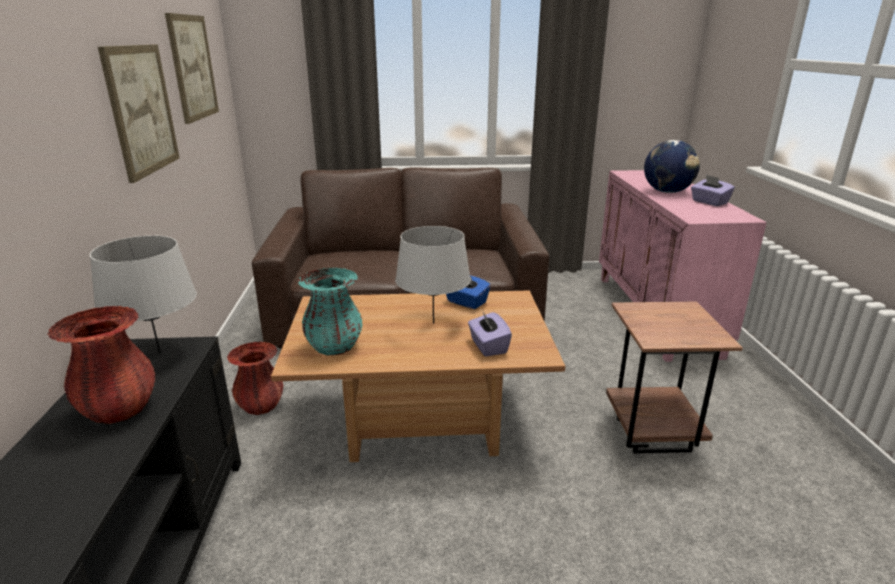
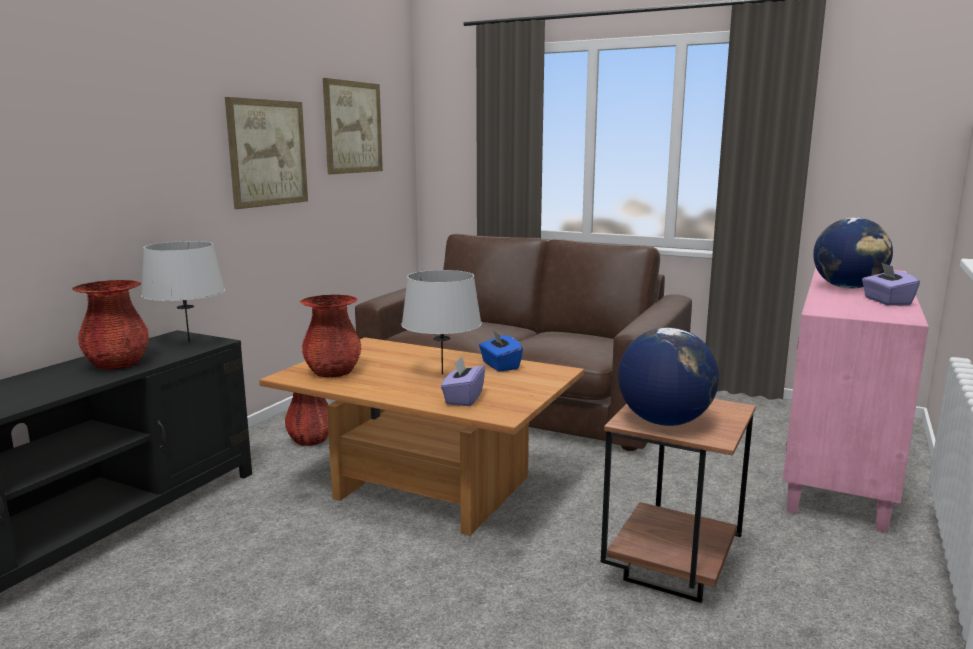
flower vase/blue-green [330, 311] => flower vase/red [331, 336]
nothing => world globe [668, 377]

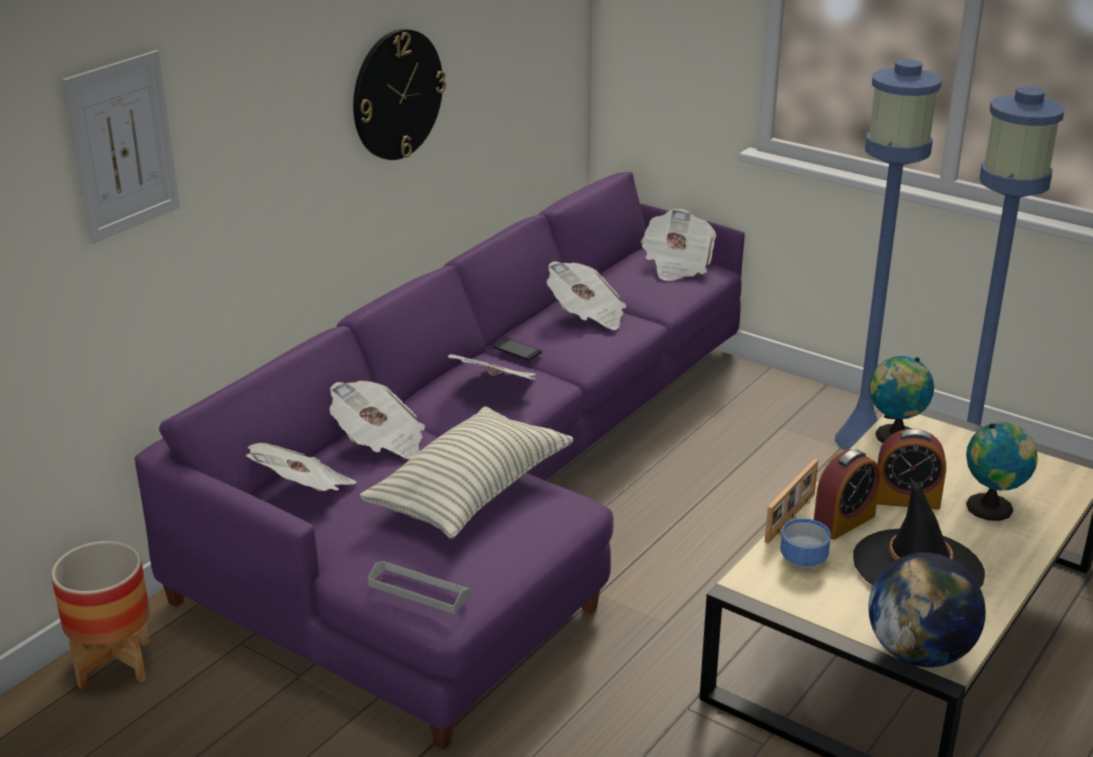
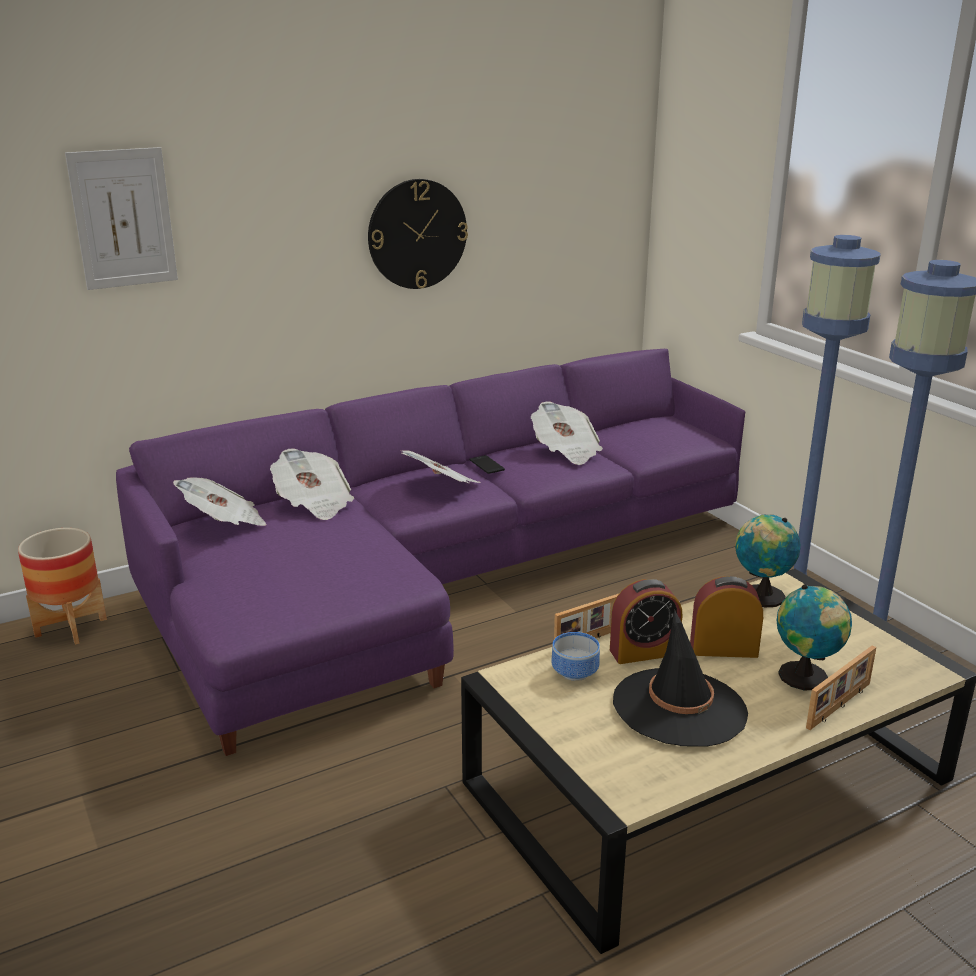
alarm clock [911, 469] => alarm clock [726, 617], 150 degrees clockwise
nothing => photo frame [841, 687]
throw pillow [466, 472] => nothing
tray/greyish [419, 587] => nothing
daily paper [678, 245] => nothing
world globe [927, 610] => nothing

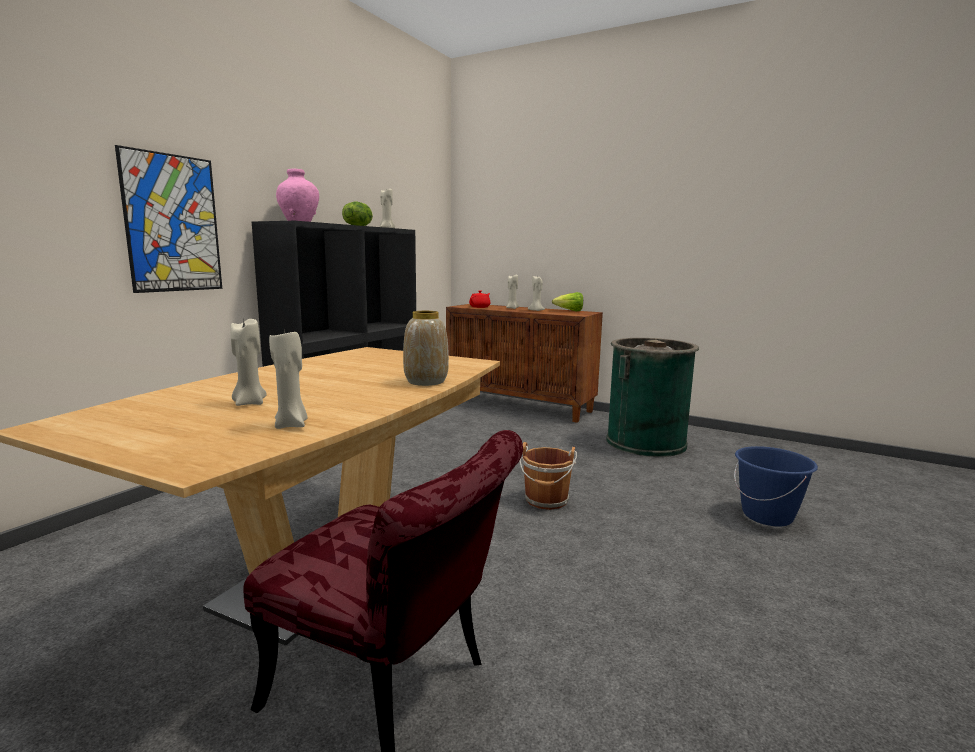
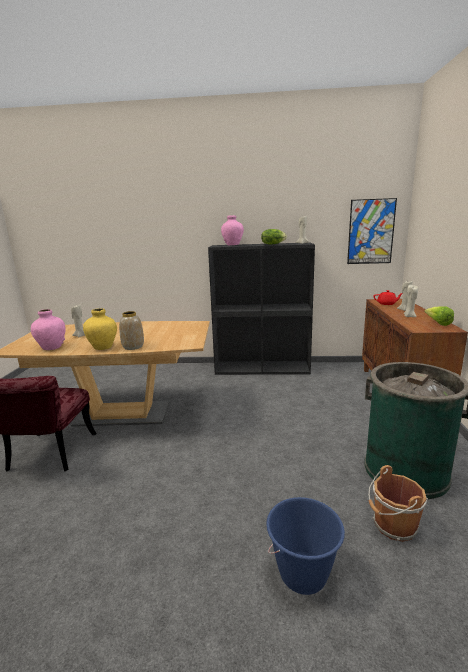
candle/beige-coloured [288, 379] => flower vase/pink [48, 329]
nothing => flower vase/yellow [100, 329]
picture [168, 219] => picture [372, 231], shifted
pail/brown [548, 476] => pail/brown [398, 503], shifted

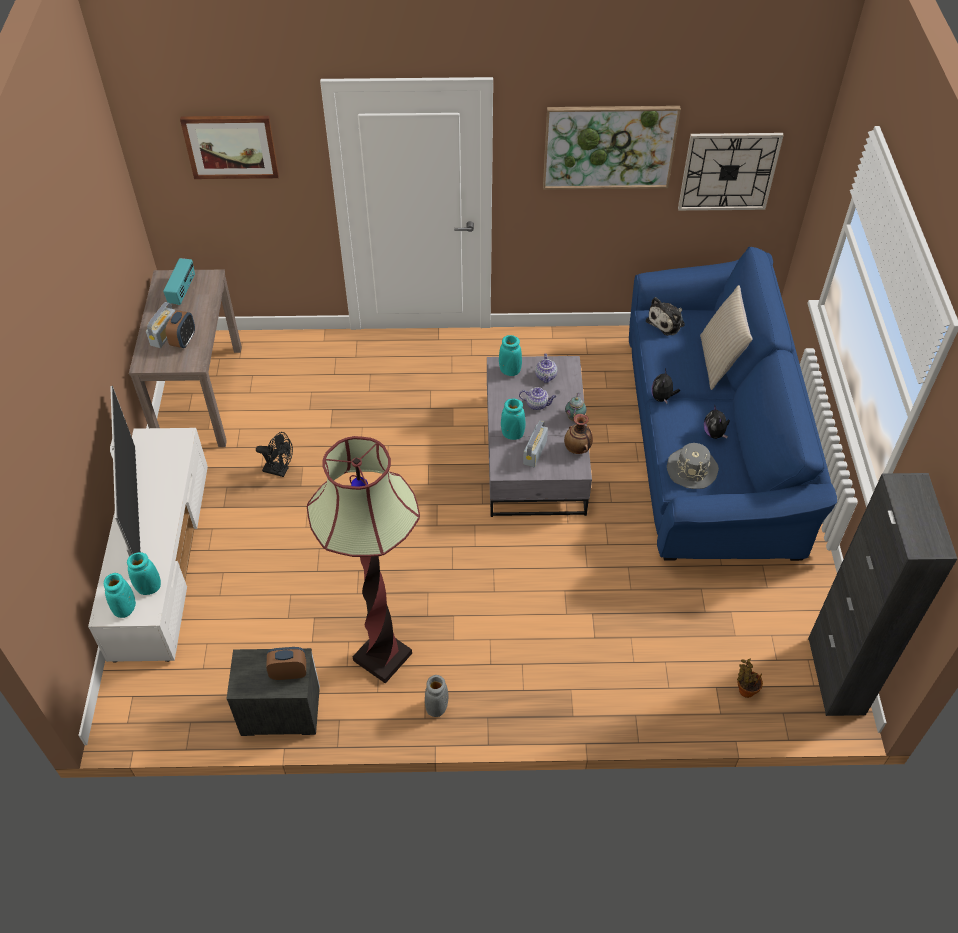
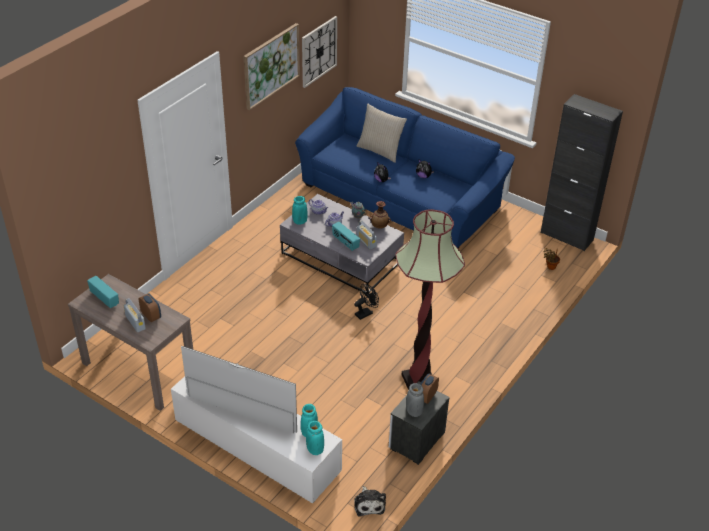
flower vase/blue-green [513, 419] => radio [346, 236]
fan/black [274, 454] => fan/black [366, 302], shifted
soft toy [665, 316] => soft toy [370, 501], shifted
flower vase/greyish [436, 696] => flower vase/greyish [415, 400], shifted
picture [229, 147] => nothing
wearable hat/greyish [693, 466] => nothing

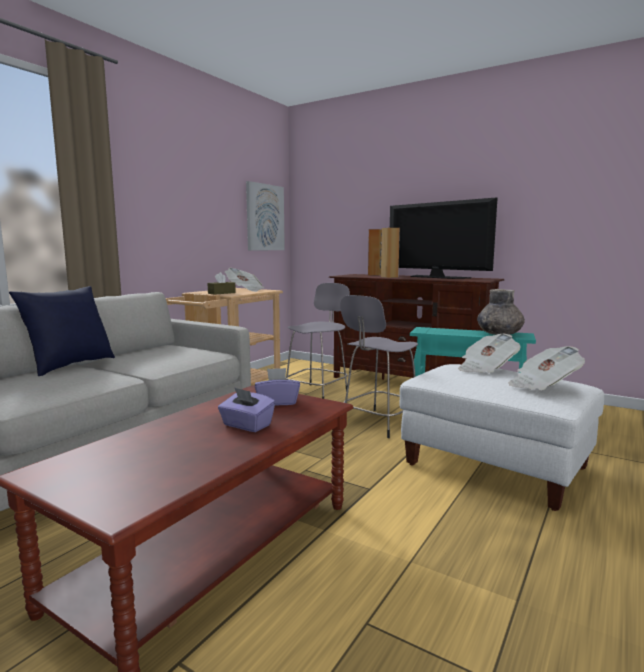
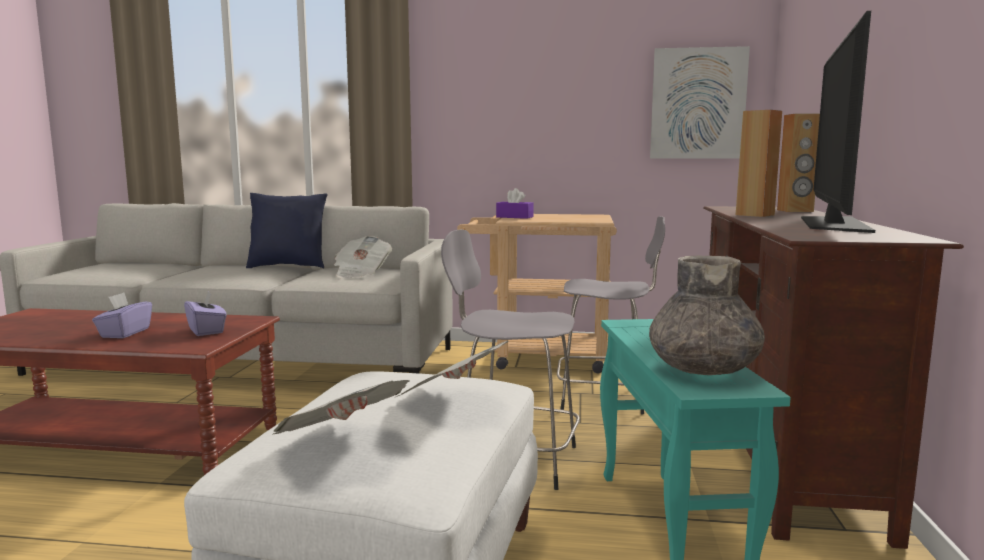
daily paper [244, 280] => daily paper [363, 257], shifted
tissue holder/brown [222, 283] => tissue holder/purplish [515, 203]

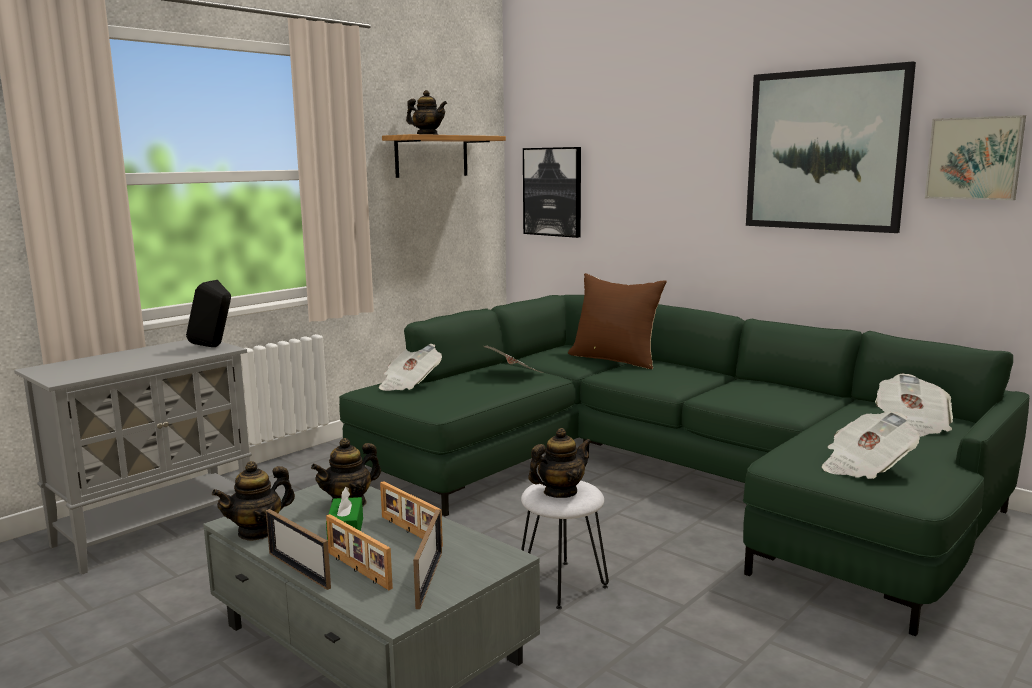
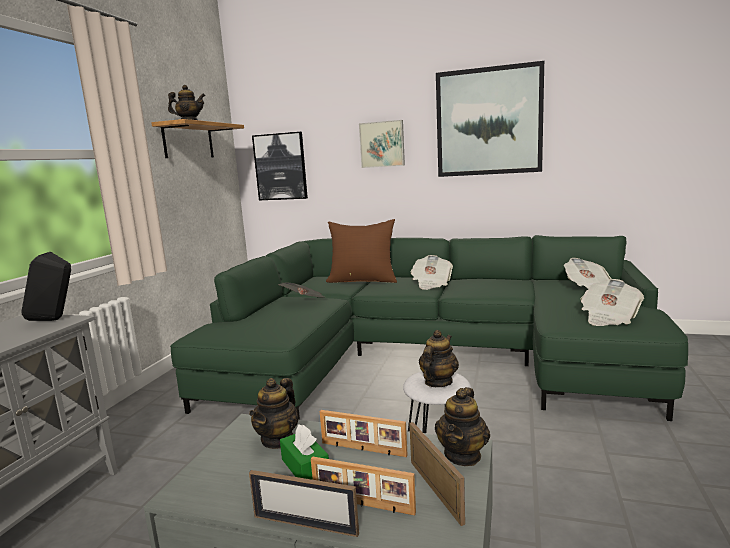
picture [975, 157] => picture [382, 144], shifted
daily paper [410, 367] => daily paper [431, 272], shifted
tea pot [253, 501] => tea pot [462, 426], shifted

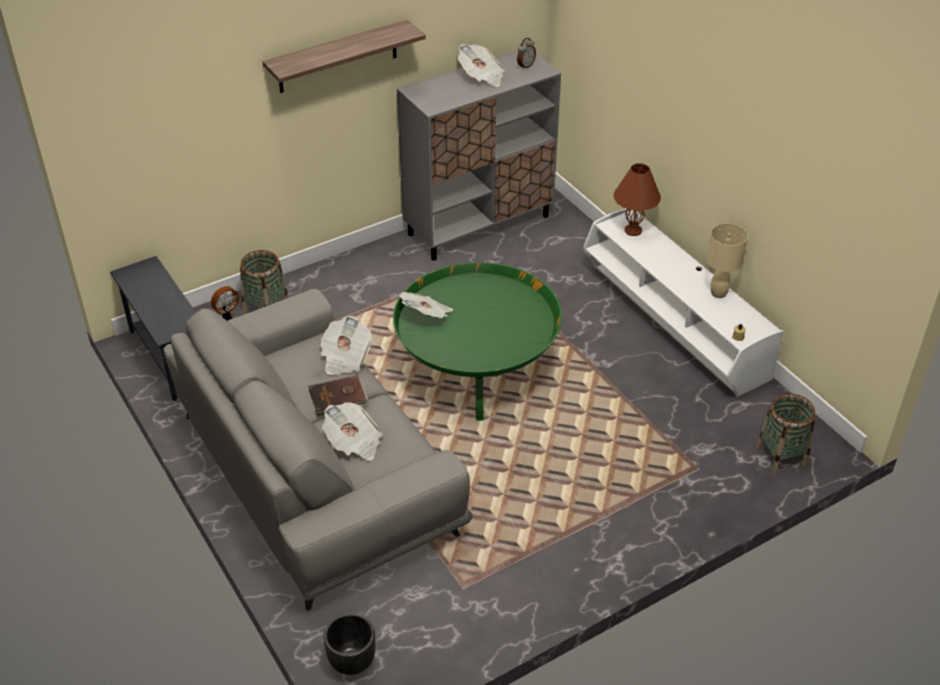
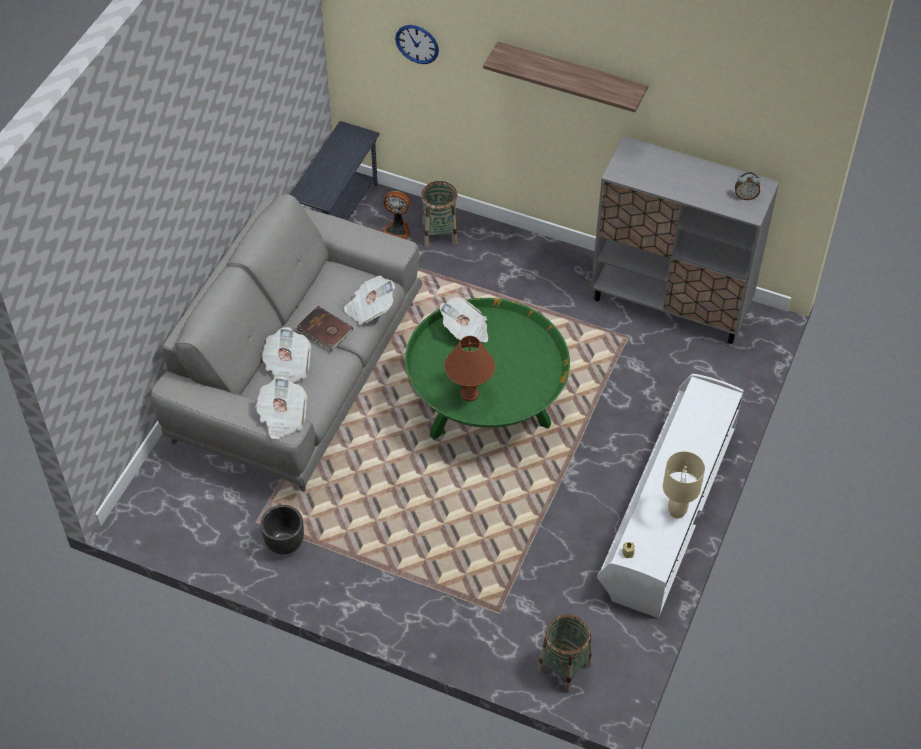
daily paper [481, 65] => daily paper [281, 408], shifted
plant pot/black [349, 644] => plant pot/black [282, 530], shifted
nothing => clock on the wall [417, 44]
table lamp/brown [637, 199] => table lamp/brown [469, 368], shifted

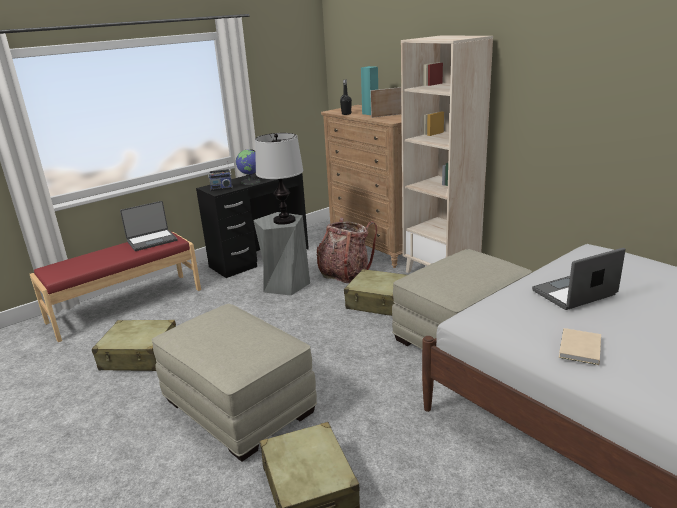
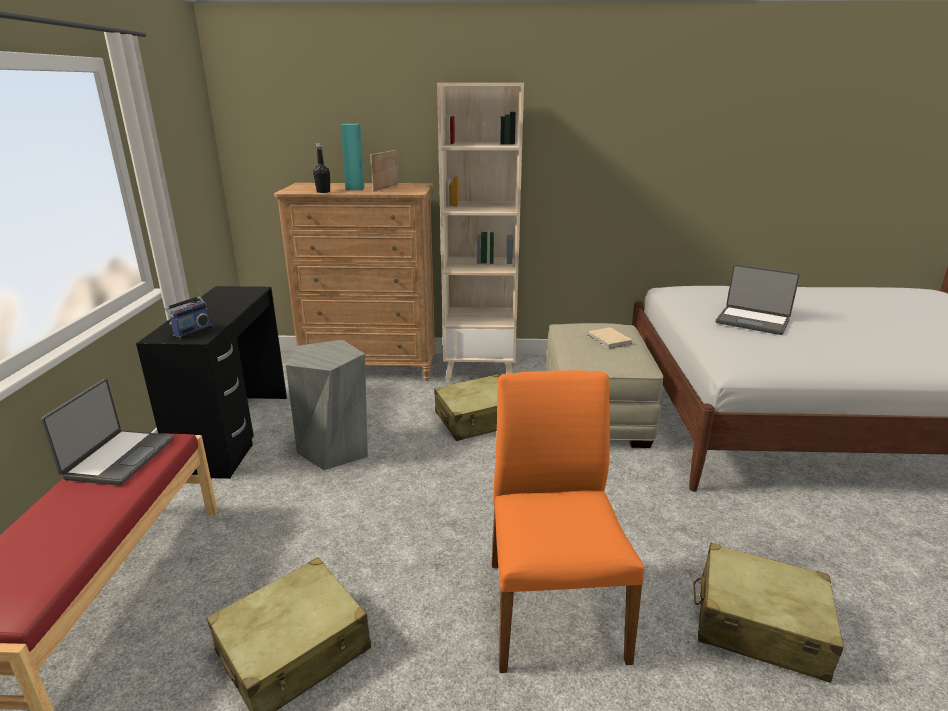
pouffe/beige-coloured [234, 383] => upright chair/orange [568, 521]
bound book/beige-coloured [580, 346] => bound book/beige-coloured [609, 338], shifted
portable computer [578, 279] => portable computer [758, 299], 75 degrees counterclockwise
world globe [248, 167] => nothing
table lamp [279, 179] => nothing
backpack [347, 250] => nothing

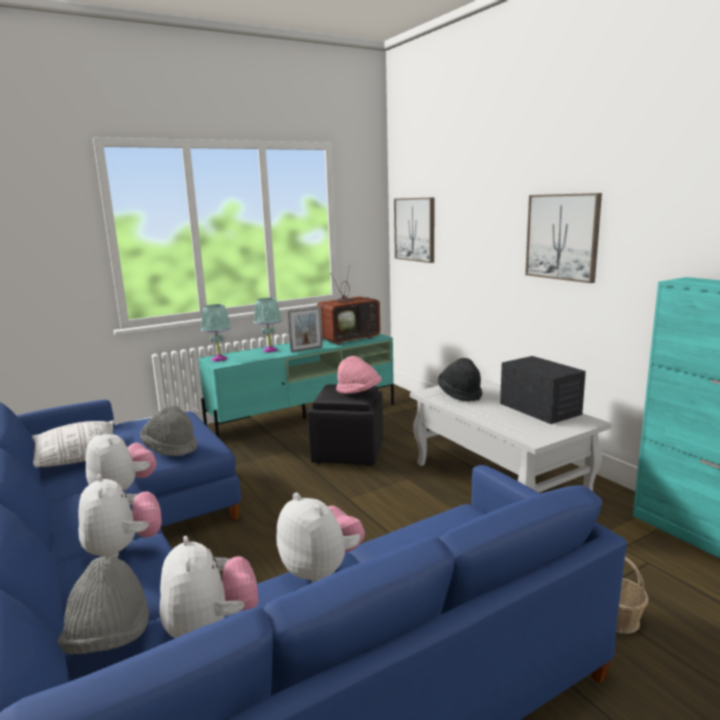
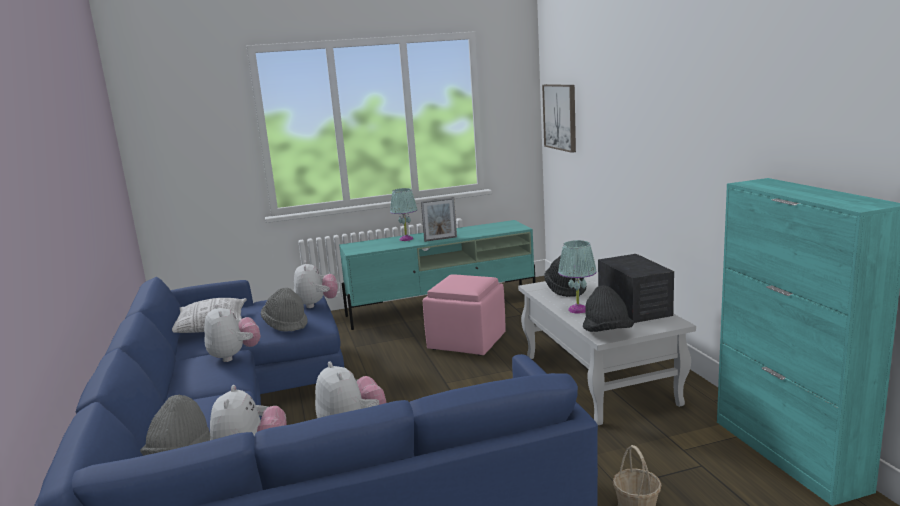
soft toy [120, 516] => soft toy [316, 284], shifted
pouffe/black [345, 425] => pouffe/pink [464, 315]
table lamp/blue-green [216, 332] => table lamp/blue-green [577, 277], shifted
nothing => wearable hat/black [608, 308]
television [348, 305] => nothing
wearable hat/pink [358, 375] => nothing
picture [563, 238] => nothing

